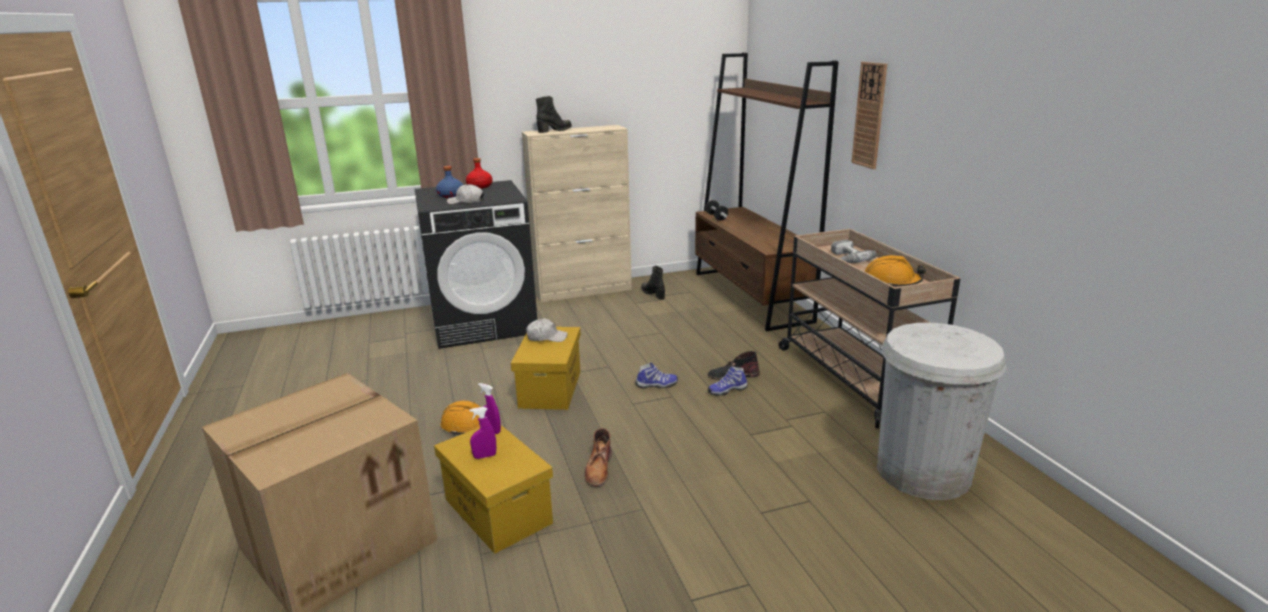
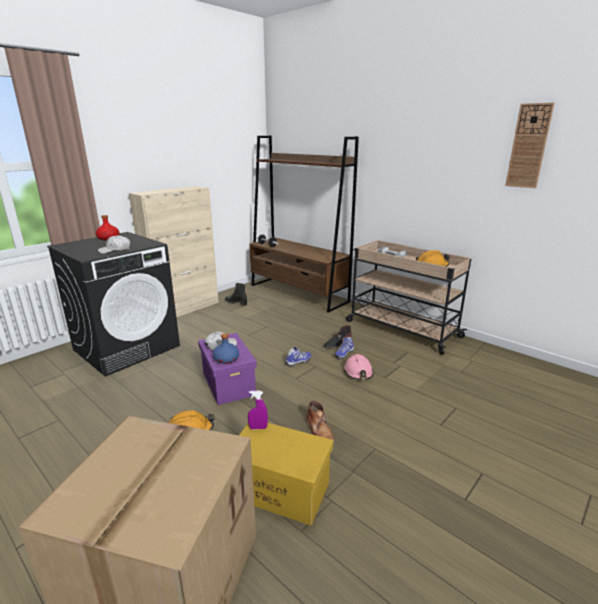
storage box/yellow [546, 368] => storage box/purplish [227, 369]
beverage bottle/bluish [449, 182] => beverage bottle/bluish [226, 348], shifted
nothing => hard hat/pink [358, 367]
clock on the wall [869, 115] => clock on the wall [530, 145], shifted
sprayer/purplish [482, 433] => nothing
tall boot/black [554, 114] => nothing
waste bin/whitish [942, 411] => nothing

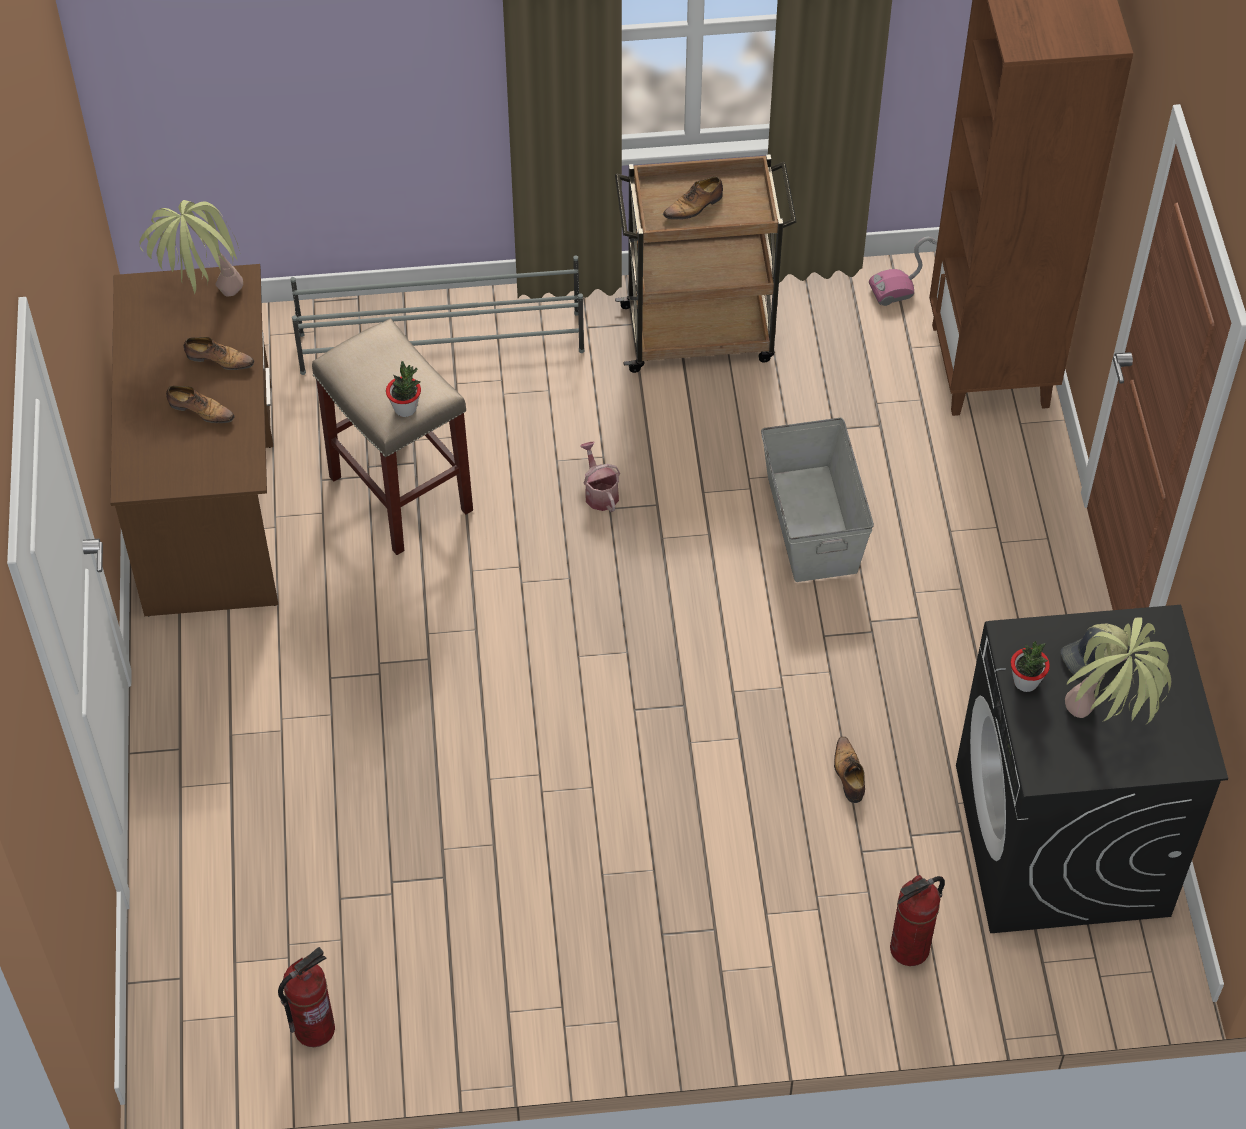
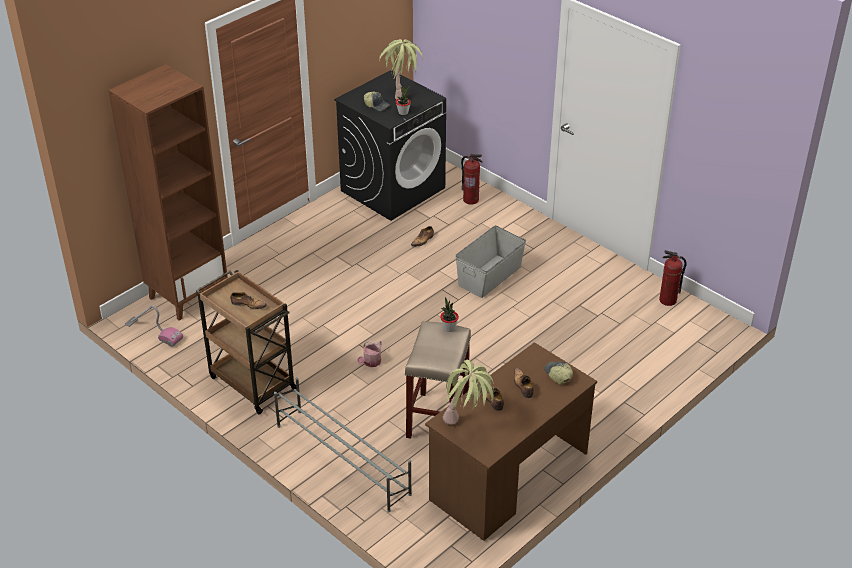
storage box/greyish [817, 500] => storage box/greyish [490, 261], shifted
nothing => peaked cap [558, 373]

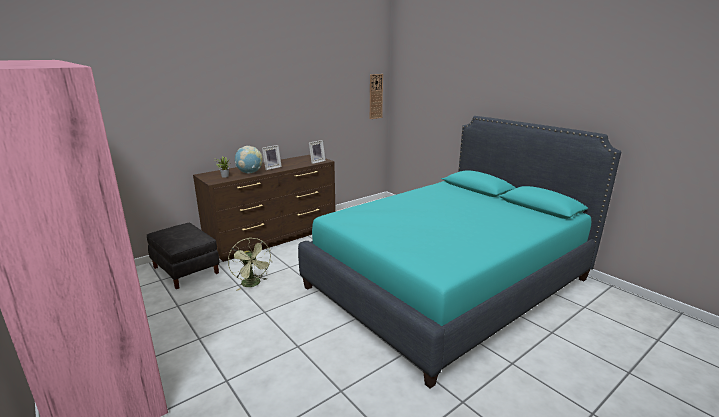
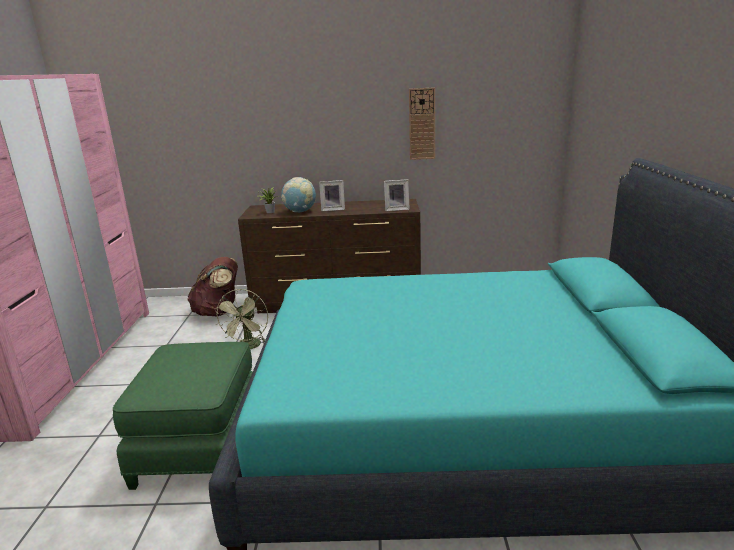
nothing => pouffe/greenish [182, 416]
pouffe/black [183, 256] => backpack/brown [212, 286]
clock on the wall [376, 96] => clock on the wall [422, 123], shifted

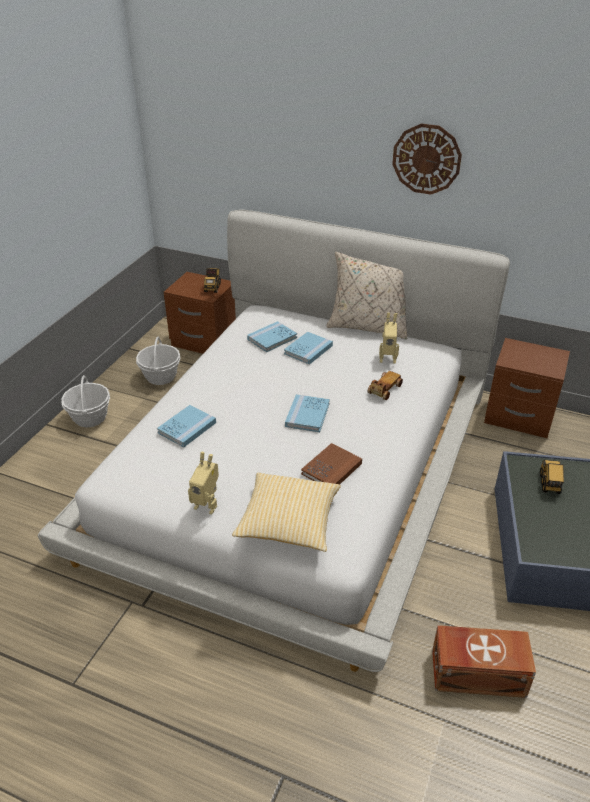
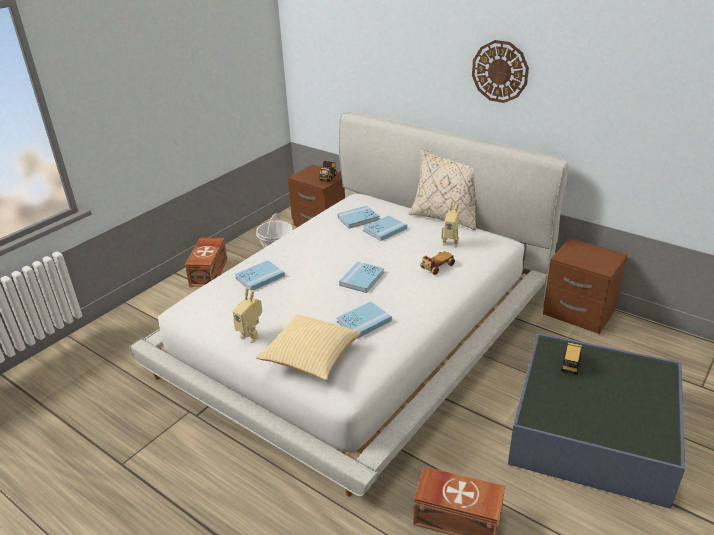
basket [85, 401] => storage box/brown [206, 262]
bound book/brown [331, 464] => bound book/bluish [364, 320]

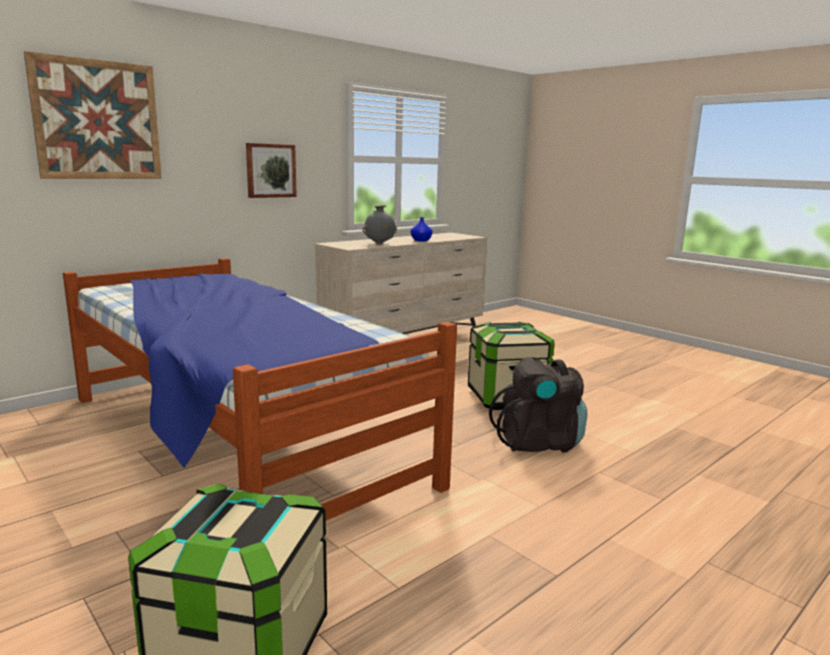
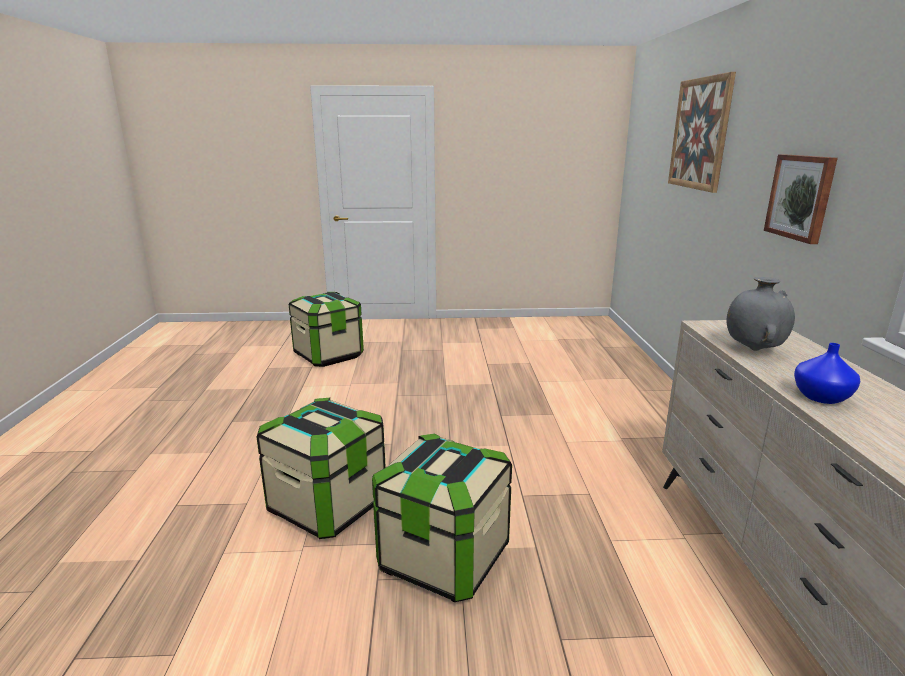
backpack/black [538, 405] => storage box [321, 468]
sleeping bed [260, 389] => nothing

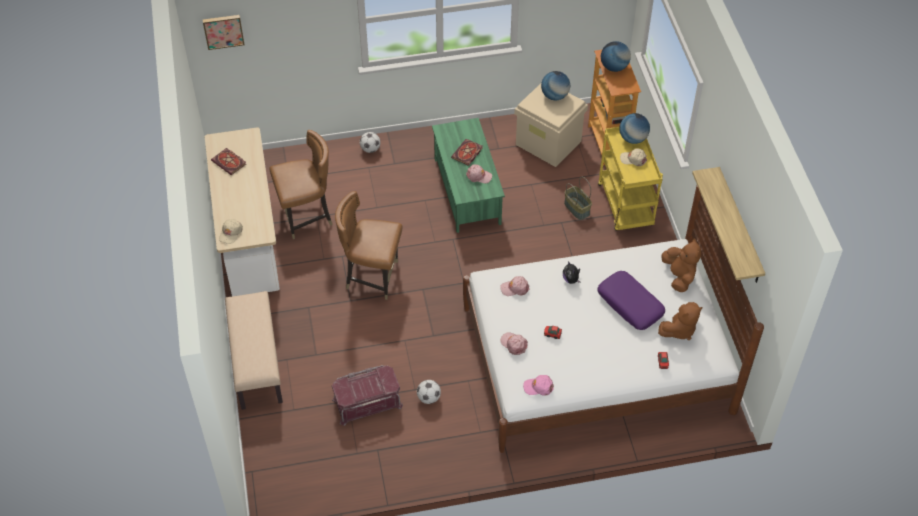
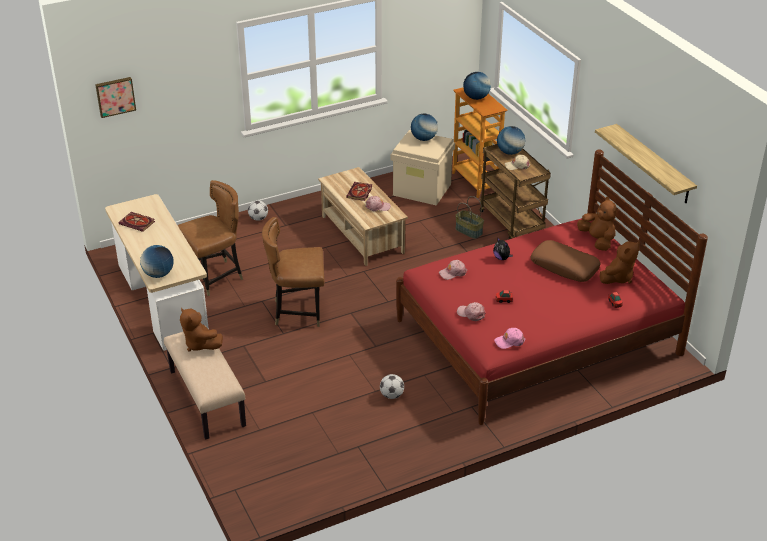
peaked cap/beige-coloured [231, 231] => world globe [156, 261]
nothing => soft toy/brown [201, 329]
lounge table/greenish [468, 175] => lounge table/beige-coloured [363, 216]
sleeping bed/whitish [613, 319] => sleeping bed/red [552, 287]
trolley/yellow [630, 179] => trolley/brown [515, 191]
throw pillow/purplish [631, 300] => throw pillow/brown [565, 261]
storage box/red [367, 395] => nothing

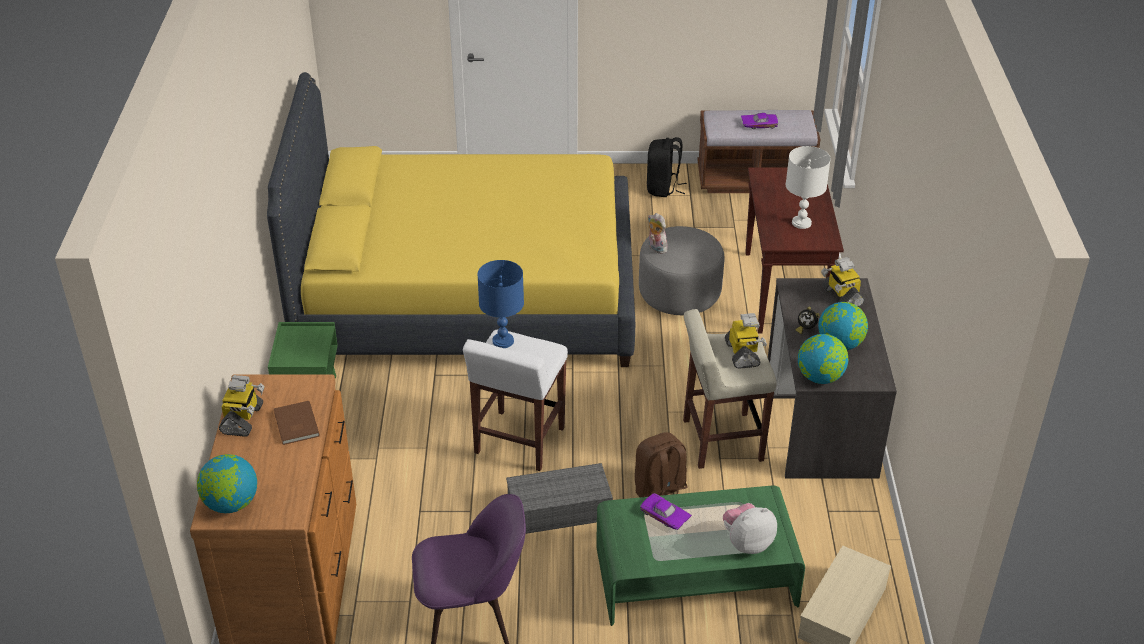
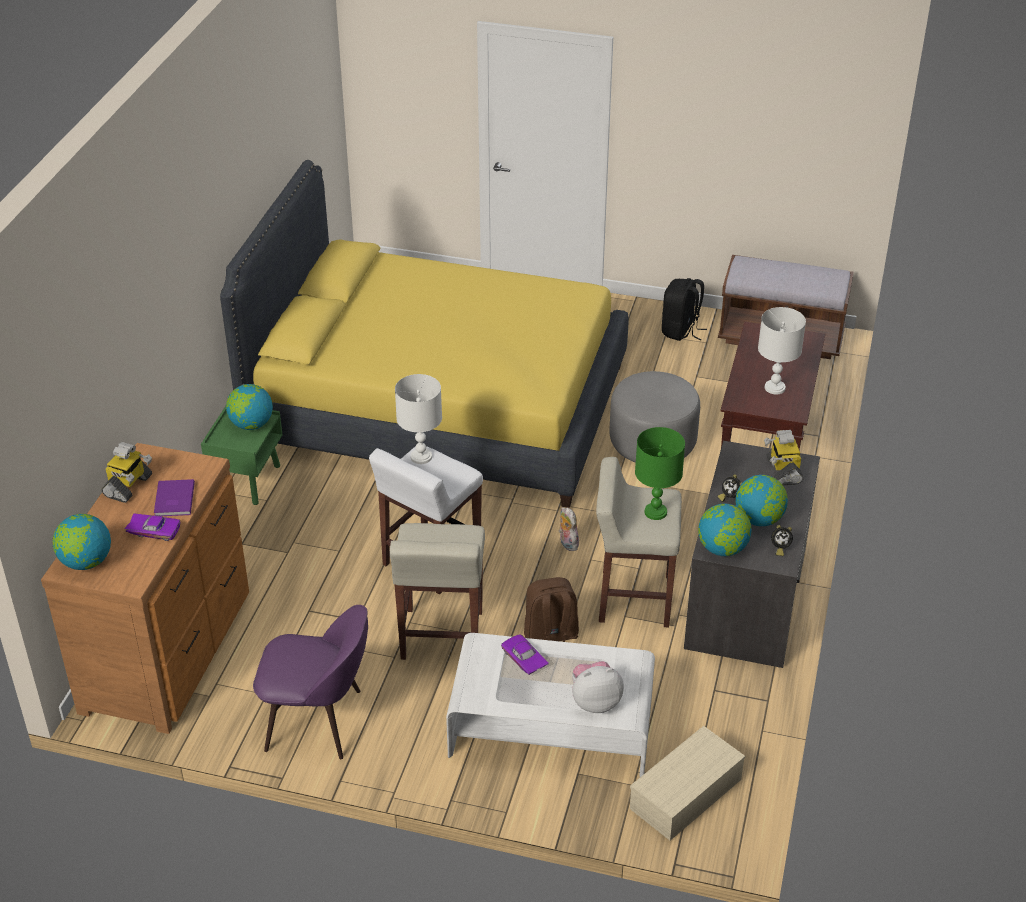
miniature car/purplish [759, 121] => miniature car/purplish [152, 527], shifted
bound book/brown [296, 423] => bound book/purplish [174, 497]
nothing => world globe [249, 407]
storage box/greyish [559, 498] => stool seat/beige-coloured [437, 591]
table lamp/bluish [501, 304] => table lamp/whitish [418, 419]
lounge table/greenish [700, 556] => lounge table/whitish [550, 705]
soft toy [657, 233] => soft toy [569, 529], shifted
robot figure [746, 341] => table lamp/greenish [660, 473]
nothing => alarm clock [782, 540]

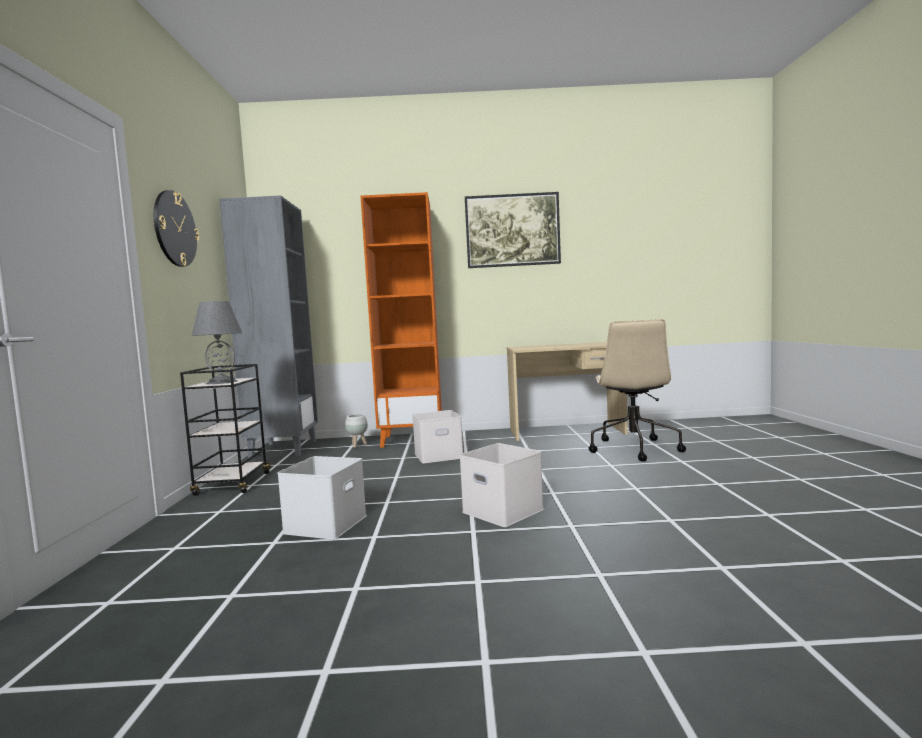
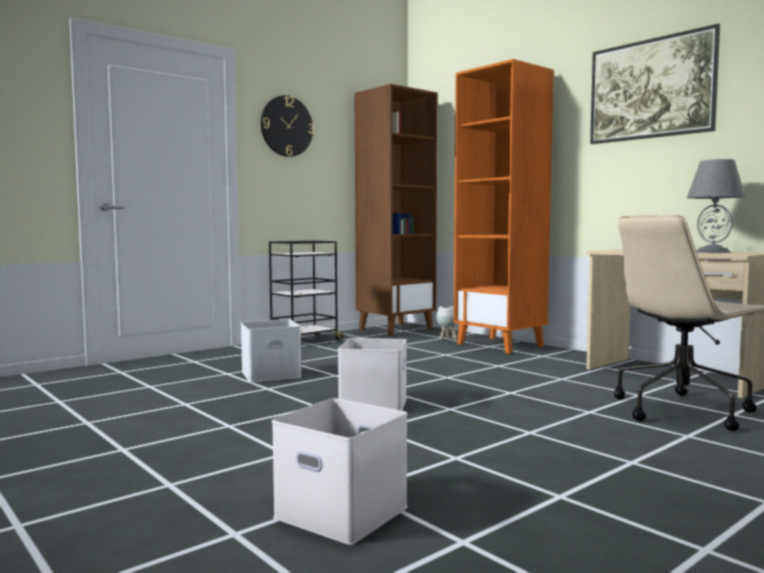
storage box/whitish [437, 437] => storage box/whitish [340, 471], shifted
bookshelf/greyish [269, 327] => bookshelf/brown [396, 210]
table lamp/greyish [217, 342] => table lamp/greyish [716, 206], shifted

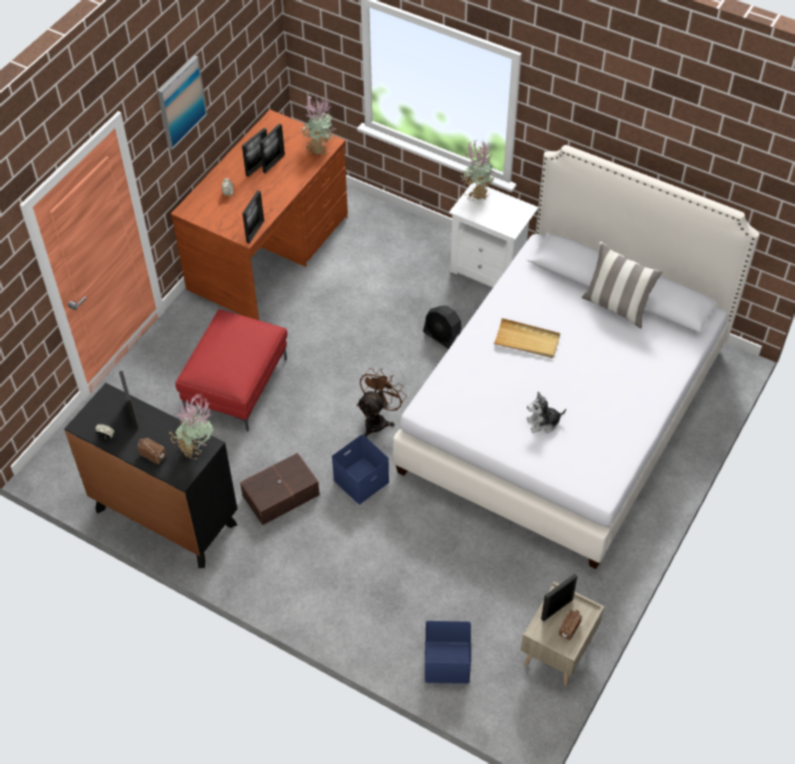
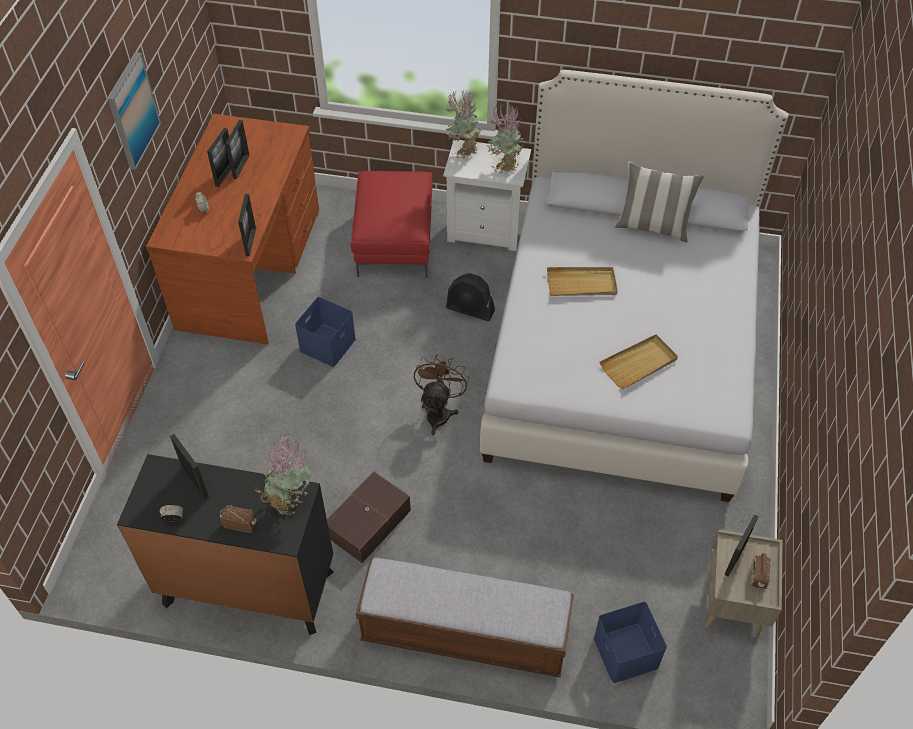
storage box/bluish [360, 469] => storage box/bluish [325, 332], shifted
pouffe/red [231, 370] => pouffe/red [392, 224], shifted
nothing => indoor bench [465, 618]
houseplant [317, 125] => houseplant [505, 138], shifted
soft toy [546, 412] => tray/beige-coloured [639, 362]

